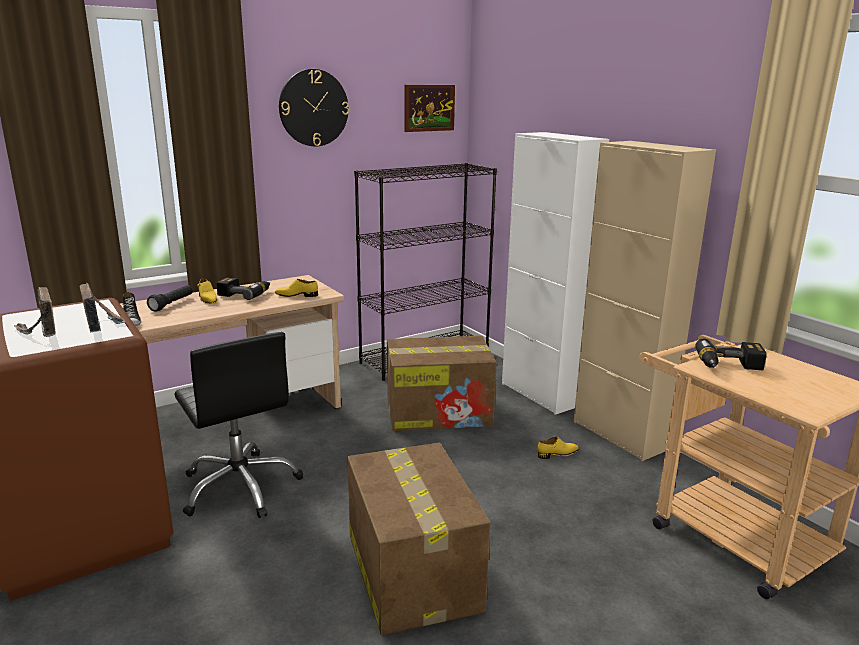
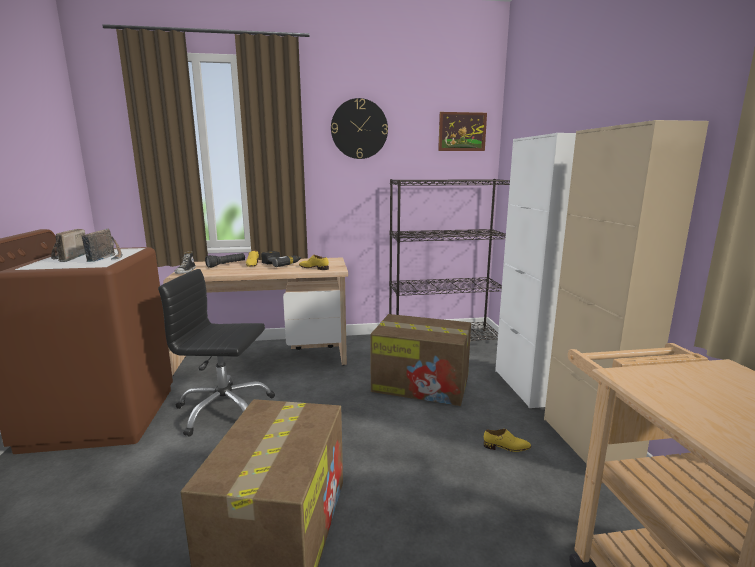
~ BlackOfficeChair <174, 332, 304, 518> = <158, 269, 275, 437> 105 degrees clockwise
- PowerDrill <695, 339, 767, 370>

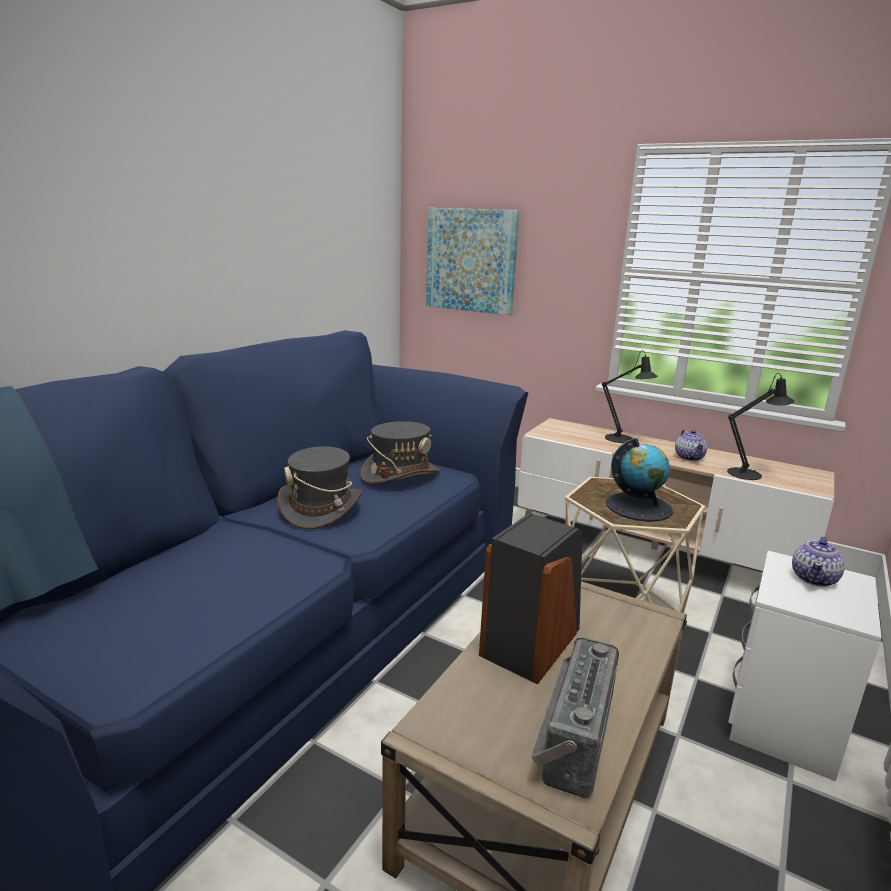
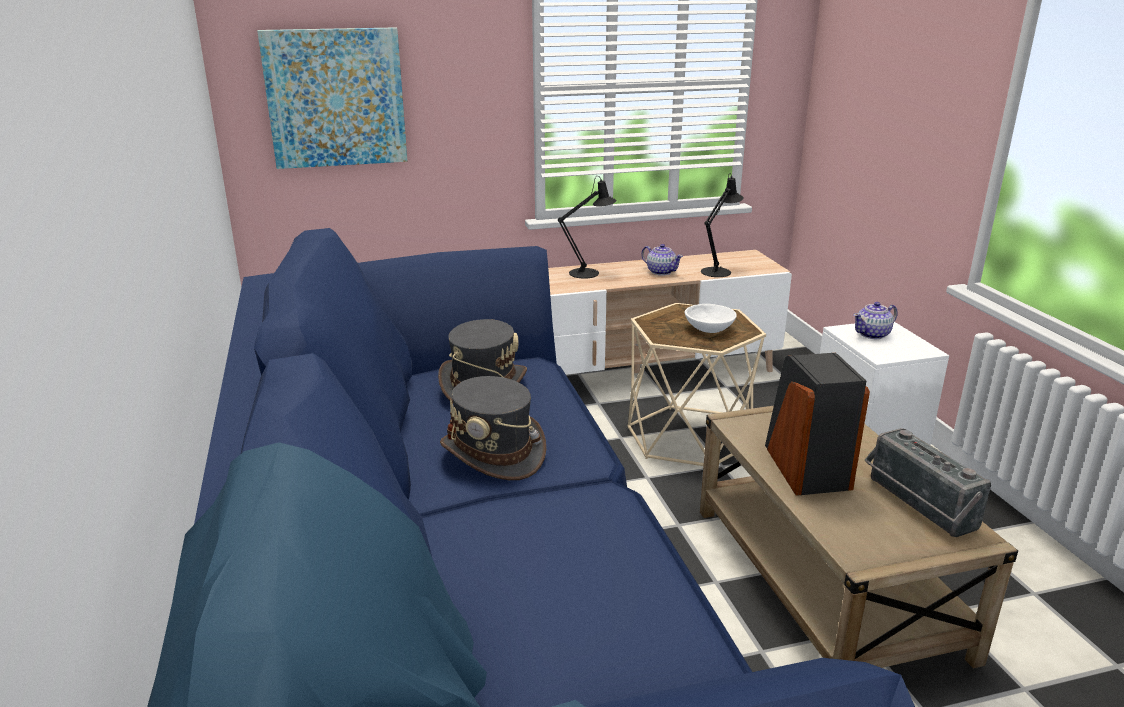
~ Globe <606, 438, 673, 522> to WhiteBowl <685, 304, 737, 333>
~ Teapot <792, 537, 845, 587> = <853, 302, 898, 339> 75 degrees clockwise

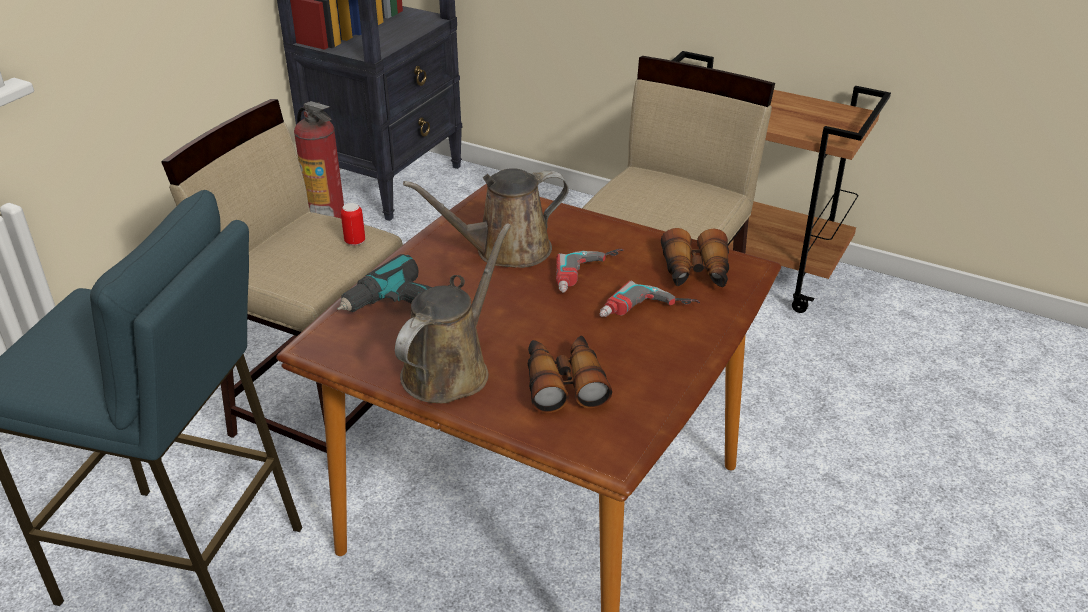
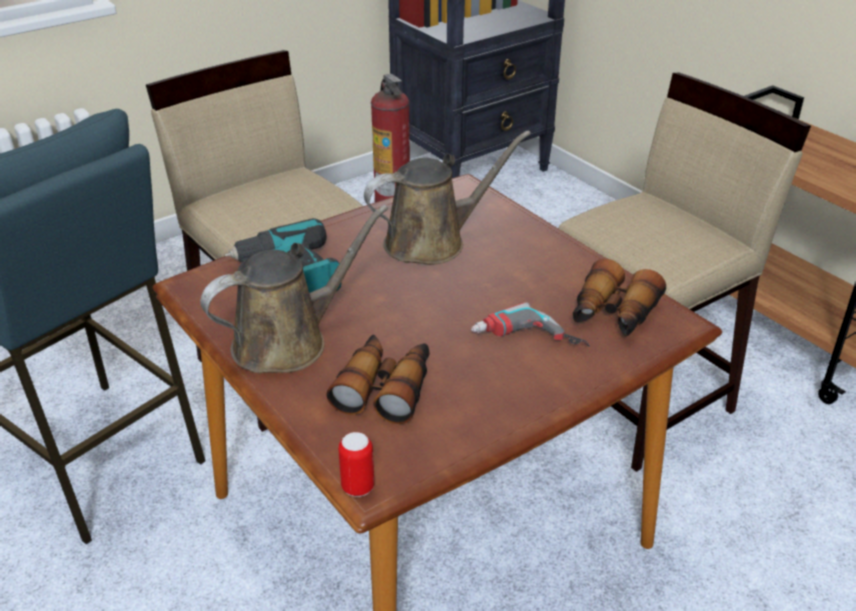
~ BrownWateringCan <403, 168, 569, 268> = <364, 131, 531, 265> 150 degrees clockwise
~ Can <341, 203, 365, 246> to <338, 432, 374, 497>
- PowerDrill <556, 249, 624, 293>

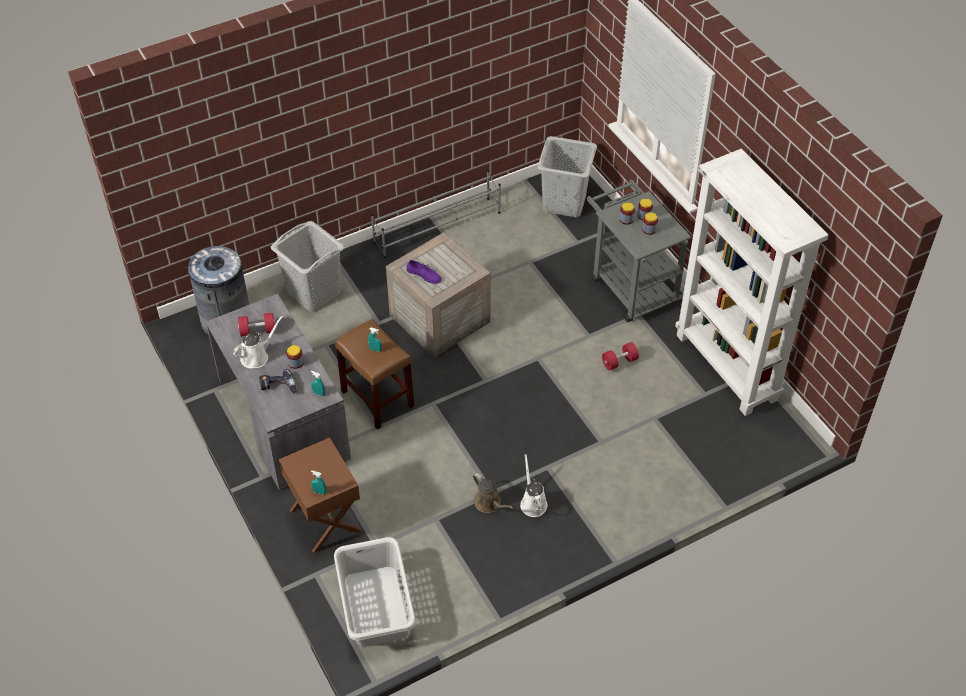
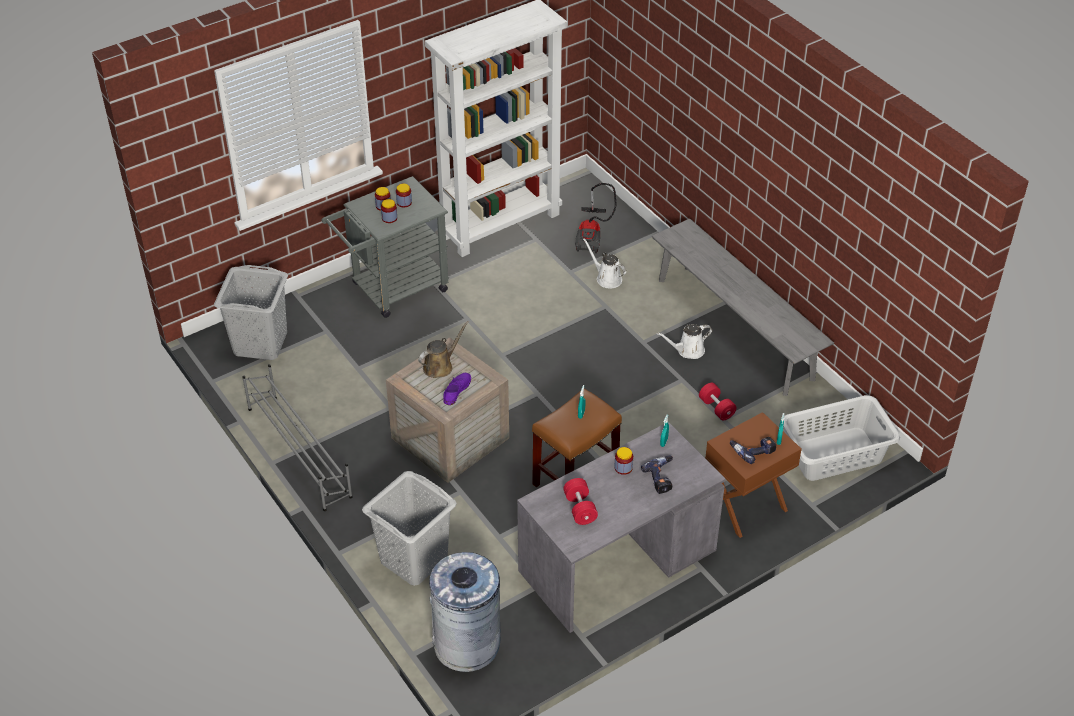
~ WhiteWateringCan <233, 316, 283, 368> to <583, 238, 626, 288>
~ RedDumbbell <602, 342, 639, 370> to <699, 383, 737, 420>
~ BrownWateringCan <473, 473, 513, 513> to <418, 321, 469, 378>
+ VacuumCleaner <575, 183, 617, 253>
+ GreyBench <652, 219, 834, 396>
+ PowerDrill <730, 437, 776, 464>

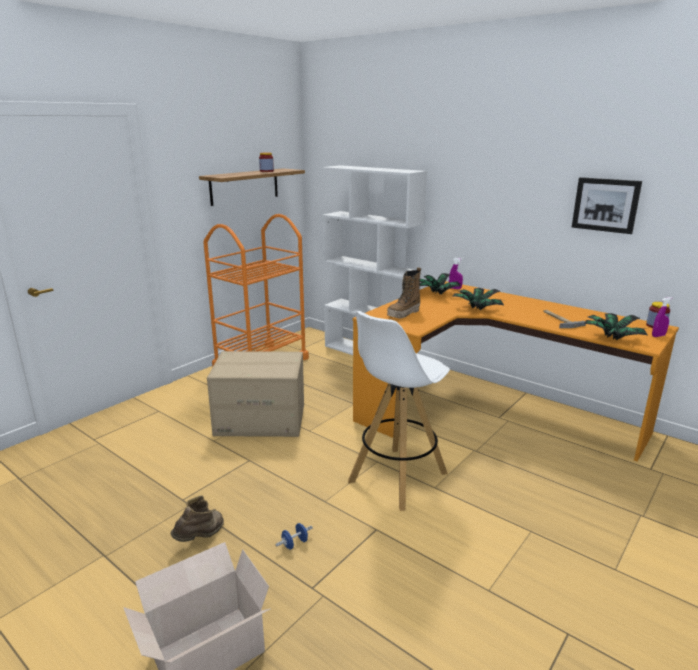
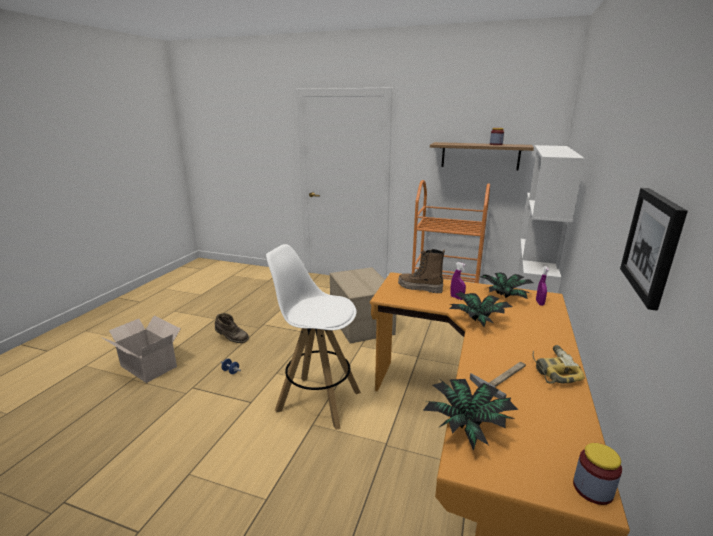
~ PurpleSprayBottle <652, 297, 673, 337> to <450, 262, 466, 300>
+ PowerDrill <532, 345, 585, 384>

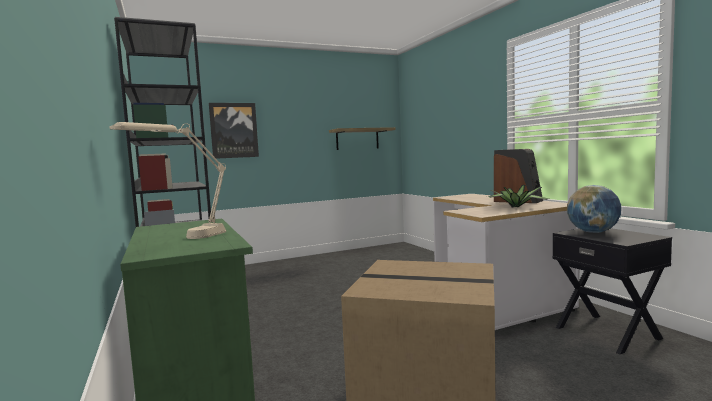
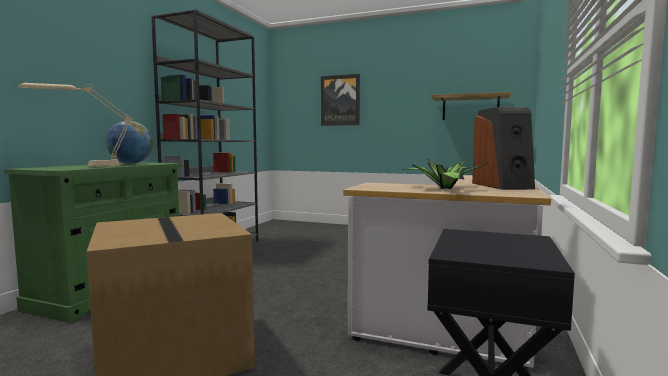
~ Globe <567, 185, 621, 233> to <106, 121, 153, 164>

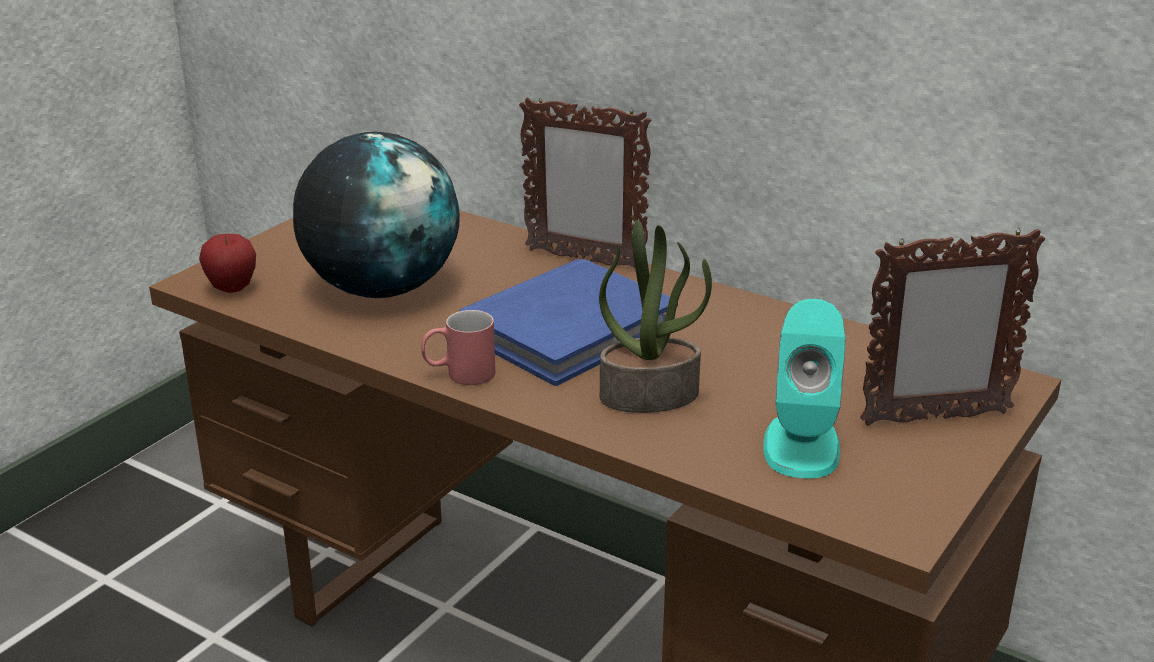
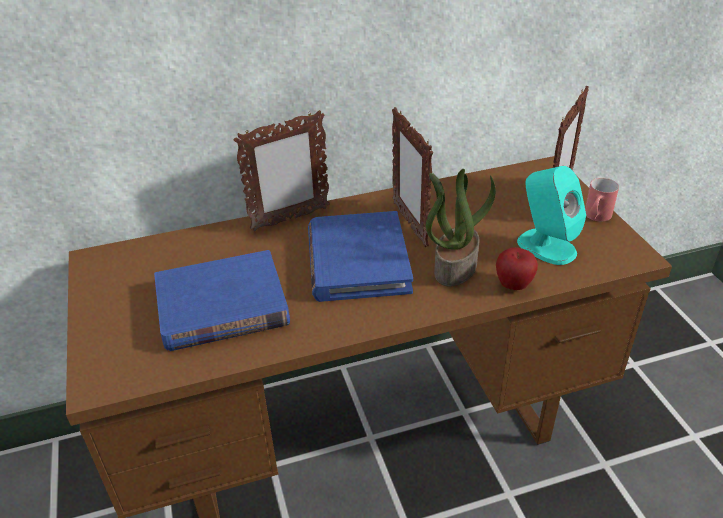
~ Globe <293, 132, 460, 298> to BlueBook <154, 250, 290, 351>
~ Apple <199, 234, 256, 293> to <496, 247, 538, 290>
~ RedMug <421, 310, 495, 385> to <585, 178, 619, 222>
+ PictureFrame <392, 107, 433, 247>

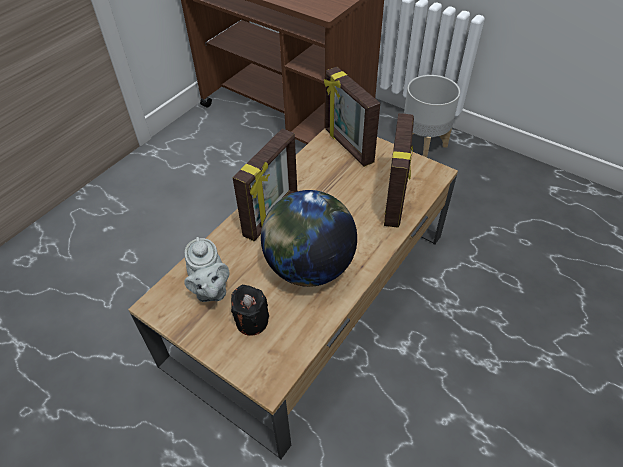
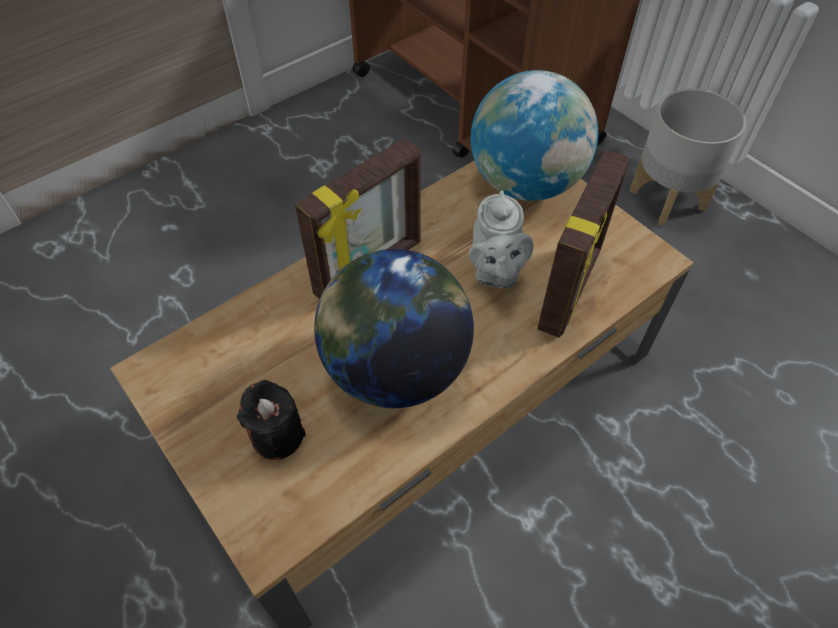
~ PictureFrame <324, 67, 380, 167> to Globe <471, 70, 598, 201>
~ GreyTeapot <184, 237, 229, 302> to <469, 190, 534, 289>

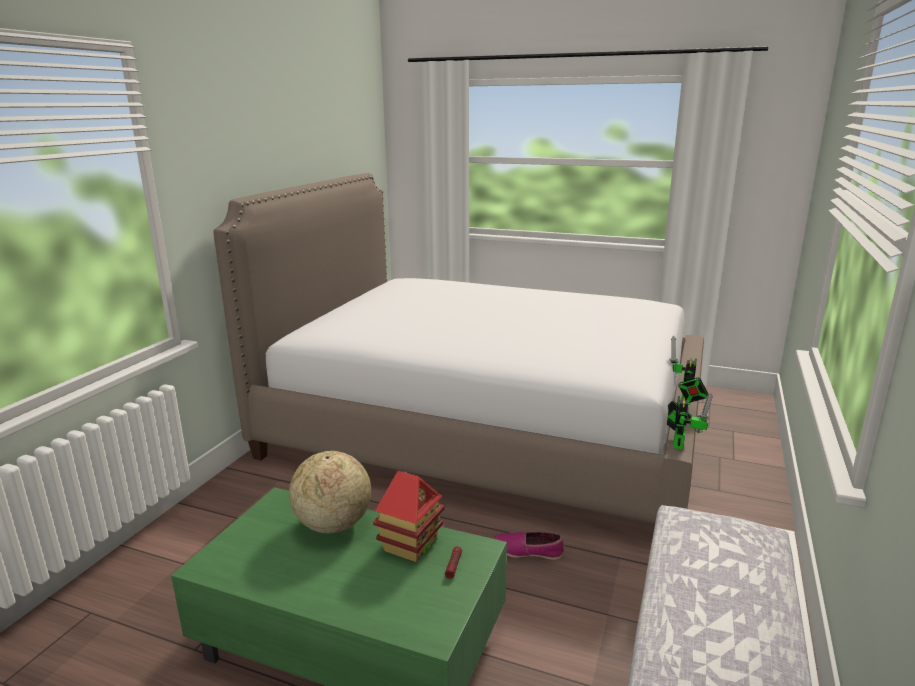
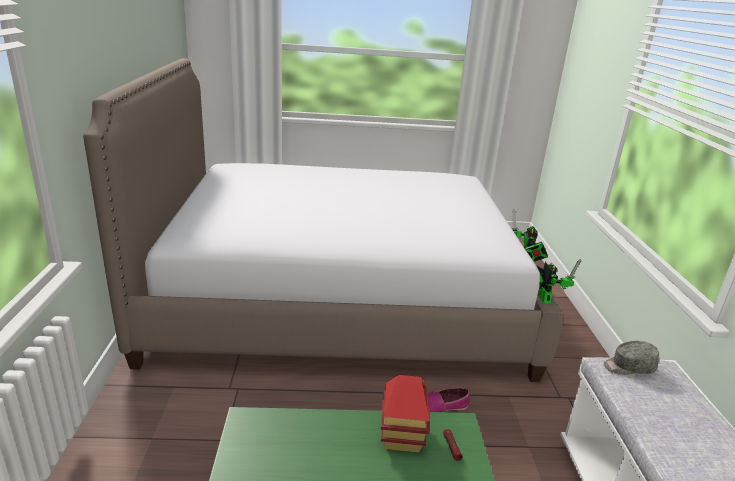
- Globe <289, 451, 371, 533>
+ GreyCap <604, 341, 659, 375>

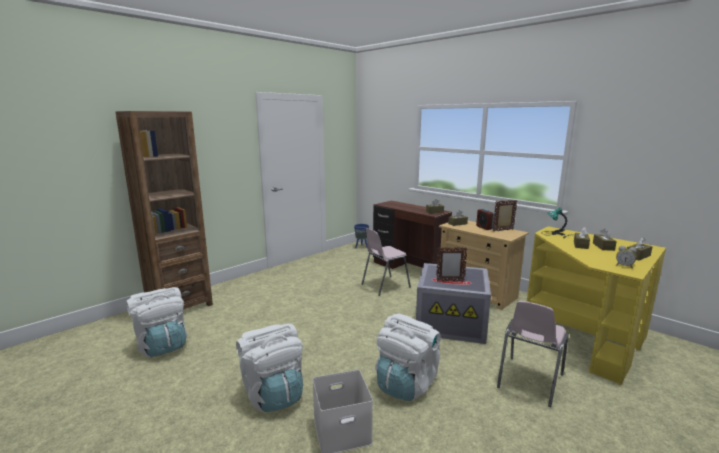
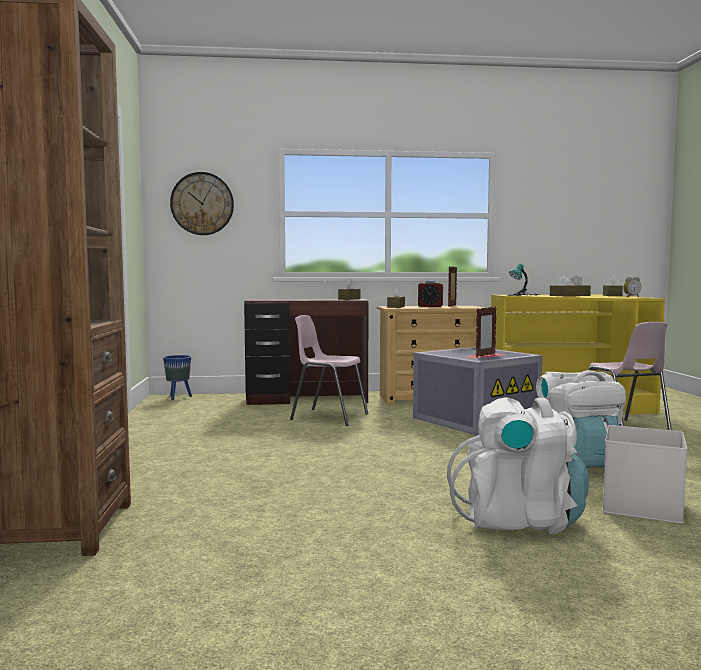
~ PinkChair <361, 228, 411, 296> = <290, 315, 368, 426> 105 degrees clockwise
- WhiteBackpack <126, 287, 187, 357>
+ WallClock <170, 172, 234, 235>

